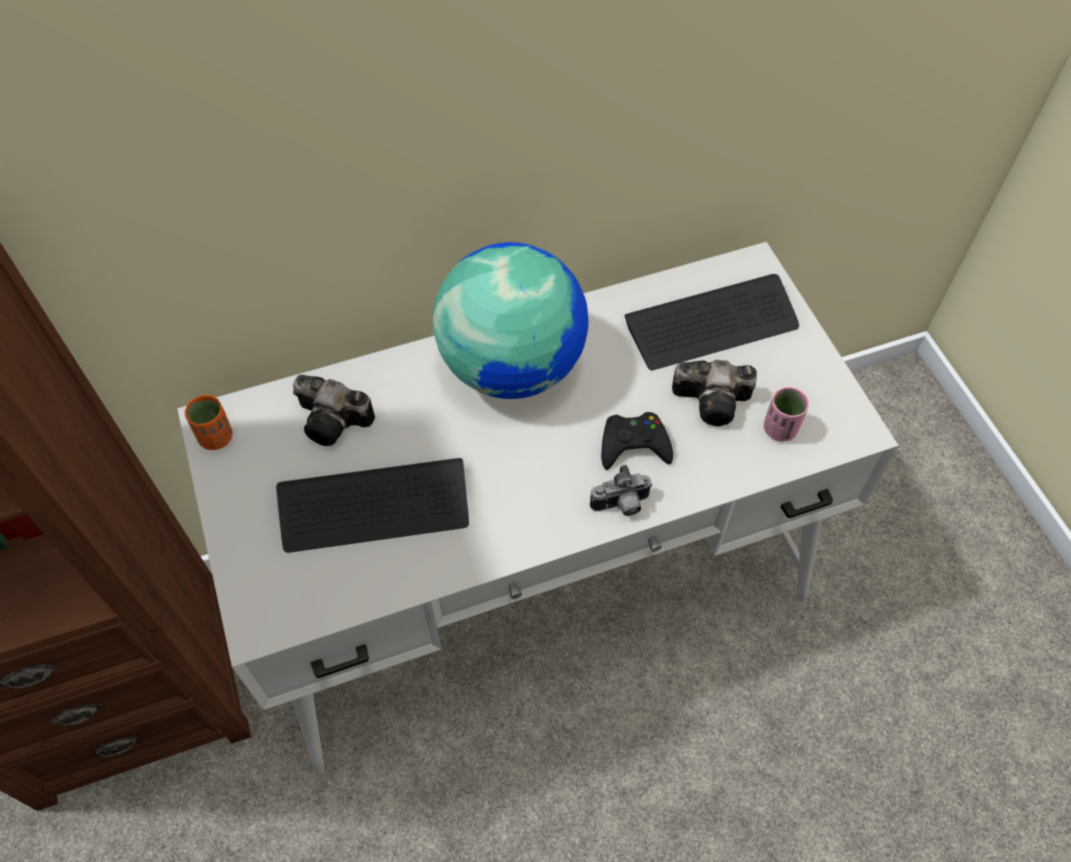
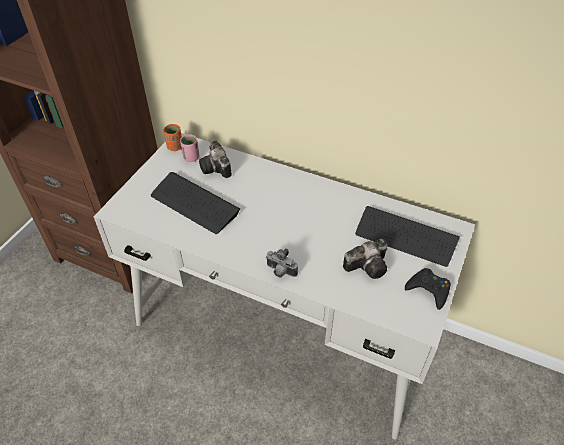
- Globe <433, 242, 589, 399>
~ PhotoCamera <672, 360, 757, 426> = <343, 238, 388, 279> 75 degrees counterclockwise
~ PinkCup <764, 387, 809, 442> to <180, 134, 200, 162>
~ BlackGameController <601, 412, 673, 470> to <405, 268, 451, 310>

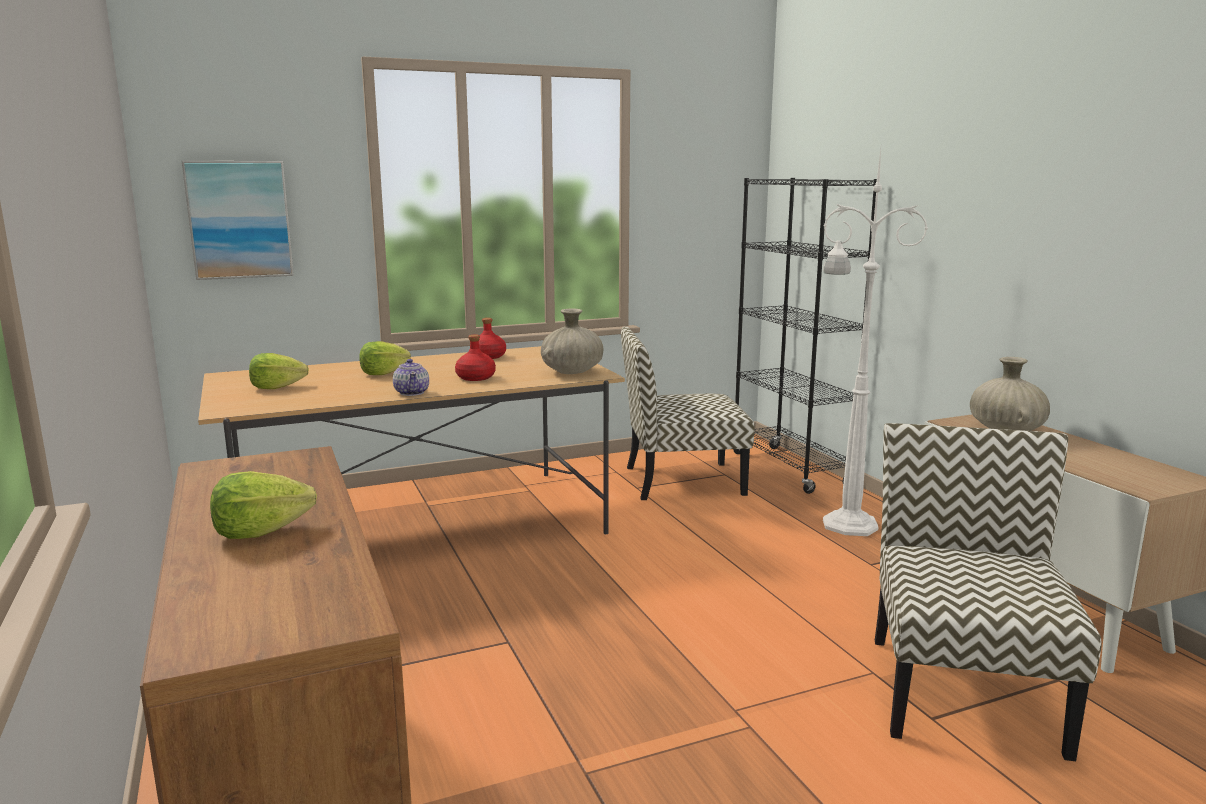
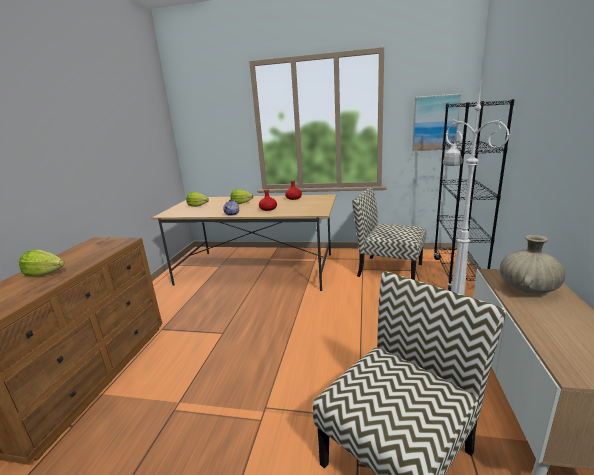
~ Picture <182, 161, 294, 280> to <412, 93, 461, 151>
- BeigeVase <541, 309, 603, 374>

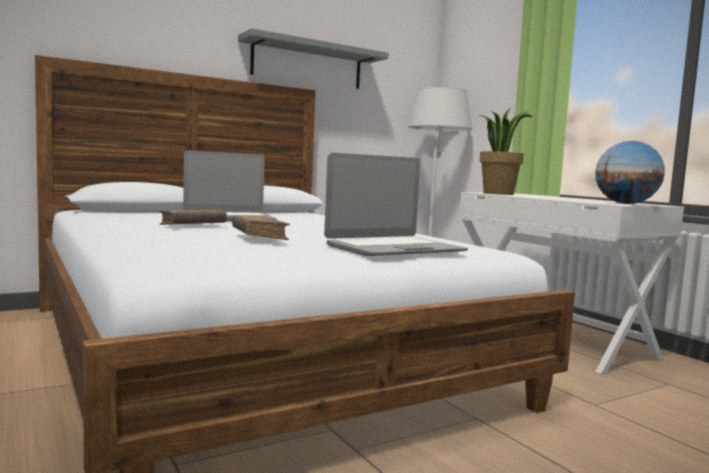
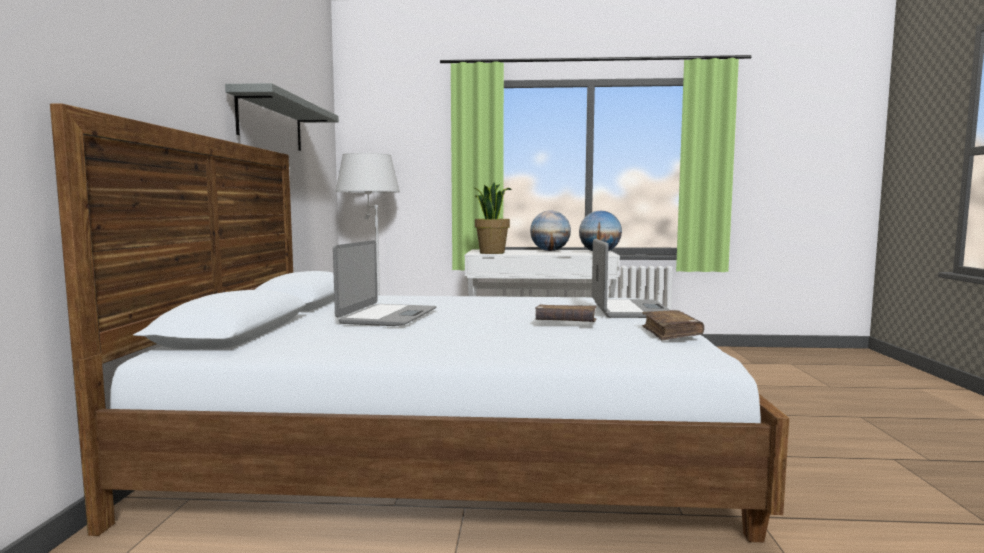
~ BrownBook <159, 210, 227, 225> to <642, 310, 704, 340>
+ Globe <530, 210, 571, 251>

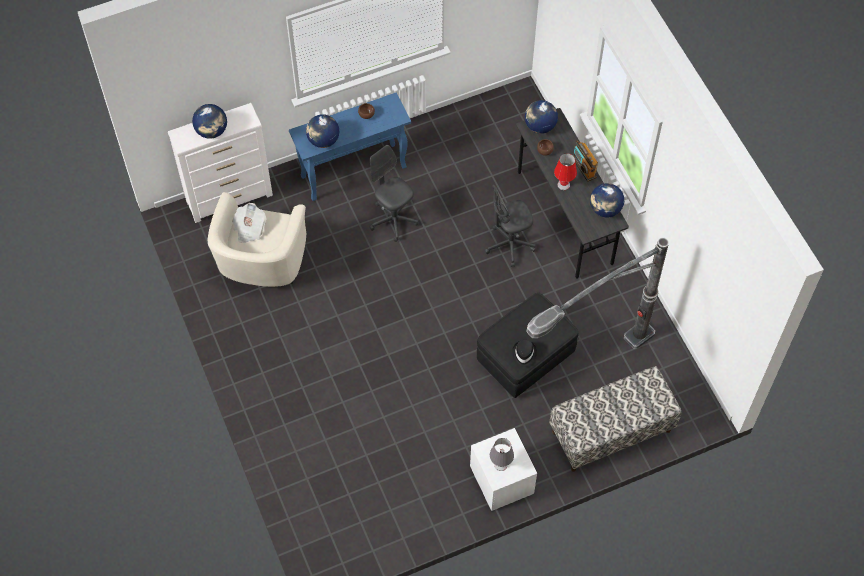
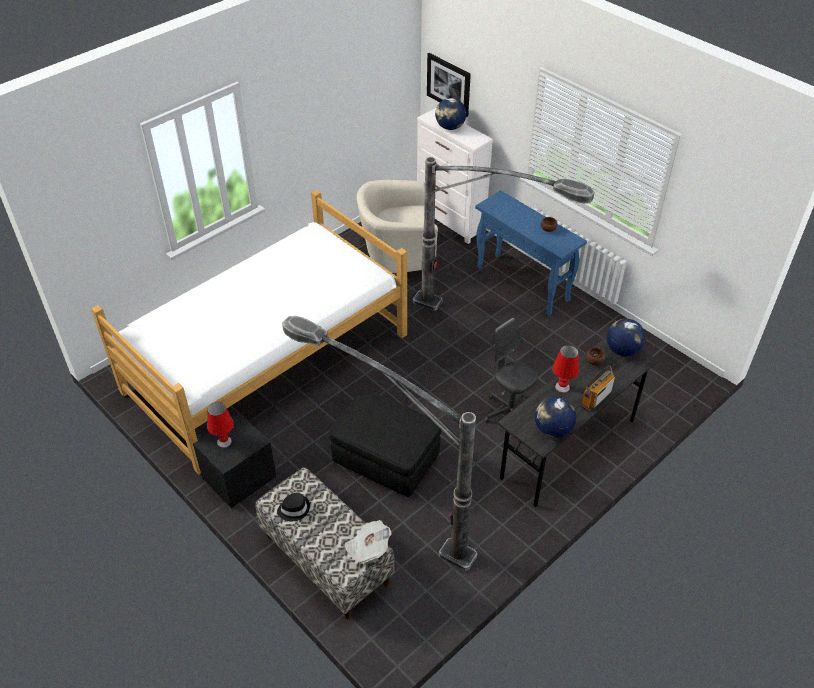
- Globe <306, 114, 339, 148>
~ GreyOfficeChair <369, 145, 419, 242> to FloorLamp <413, 157, 595, 311>
~ Newspaper <232, 203, 266, 243> to <345, 520, 392, 565>
~ BlackHat <512, 340, 537, 367> to <277, 492, 310, 521>
~ WhiteNightstand <470, 428, 537, 511> to BlackNightstand <193, 414, 276, 508>
~ GreyTableLamp <490, 438, 514, 471> to RedTableLamp <207, 402, 234, 448>
+ Picture <427, 53, 471, 117>
+ Bed <91, 190, 407, 474>

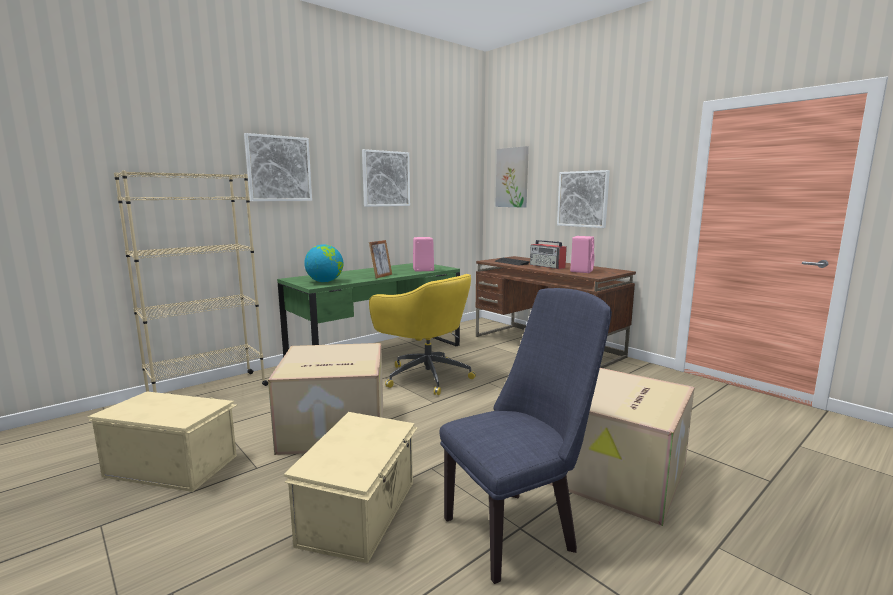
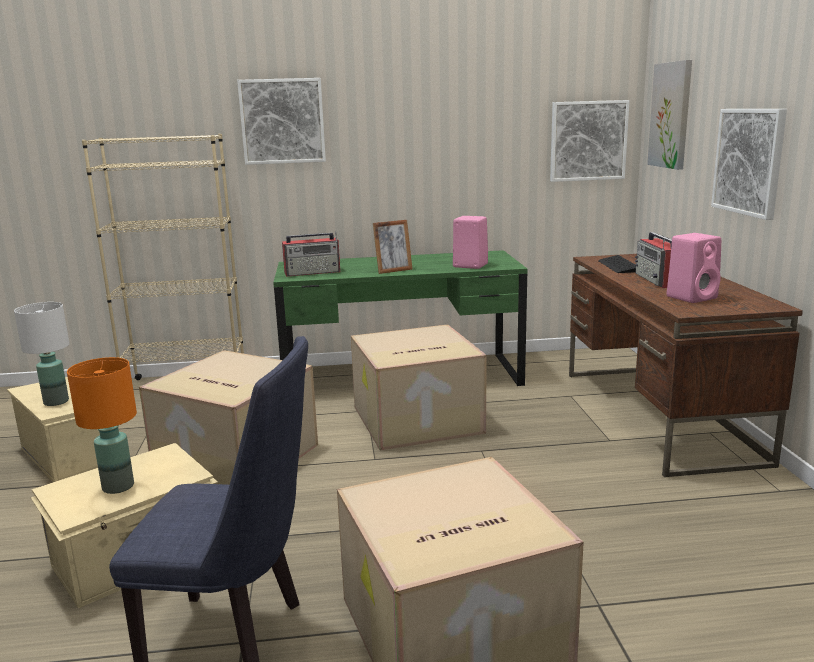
~ Picture <362, 149, 410, 207> to <550, 100, 630, 182>
~ Globe <304, 244, 343, 282> to Radio <282, 232, 340, 277>
~ YellowOfficeChair <369, 274, 476, 395> to CardboardBox <351, 324, 487, 451>
+ WhiteTableLamp <14, 302, 70, 406>
+ OrangeTableLamp <67, 357, 137, 494>

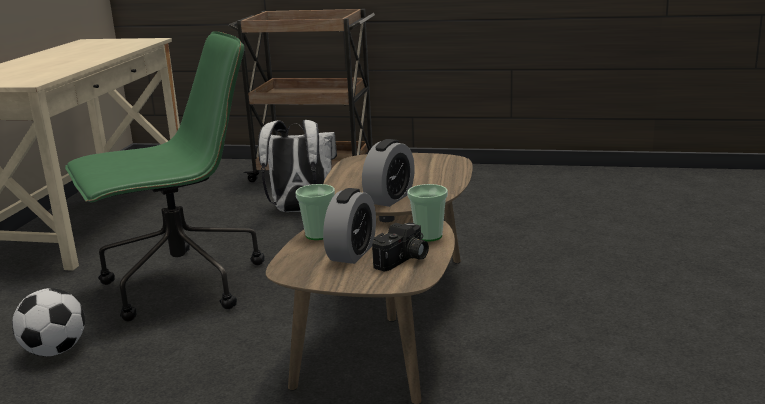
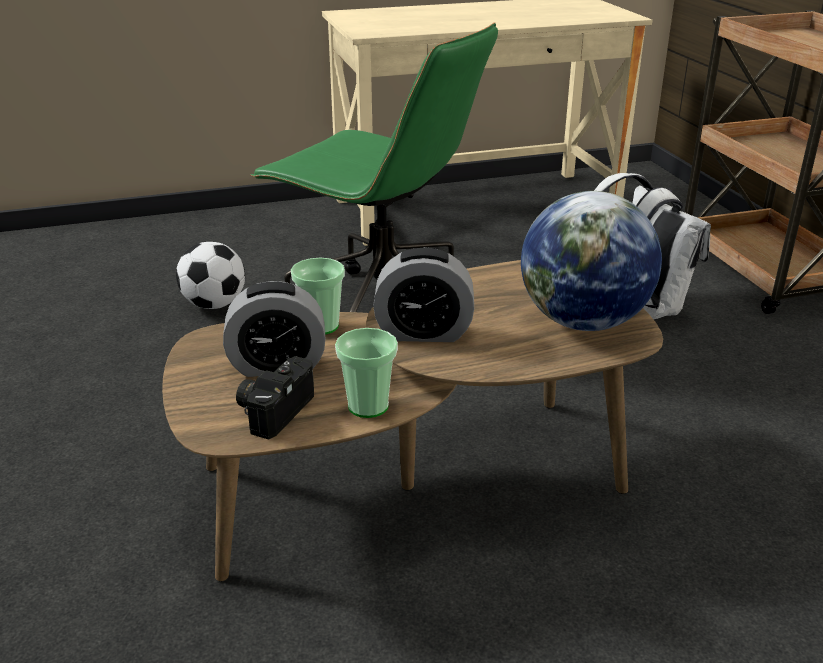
~ PhotoCamera <372, 223, 429, 272> = <236, 356, 314, 440> 105 degrees clockwise
+ Globe <521, 191, 662, 331>

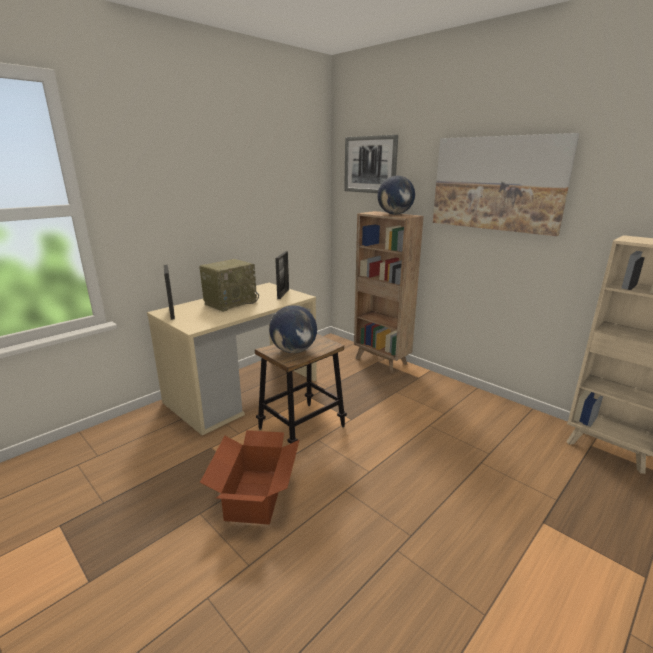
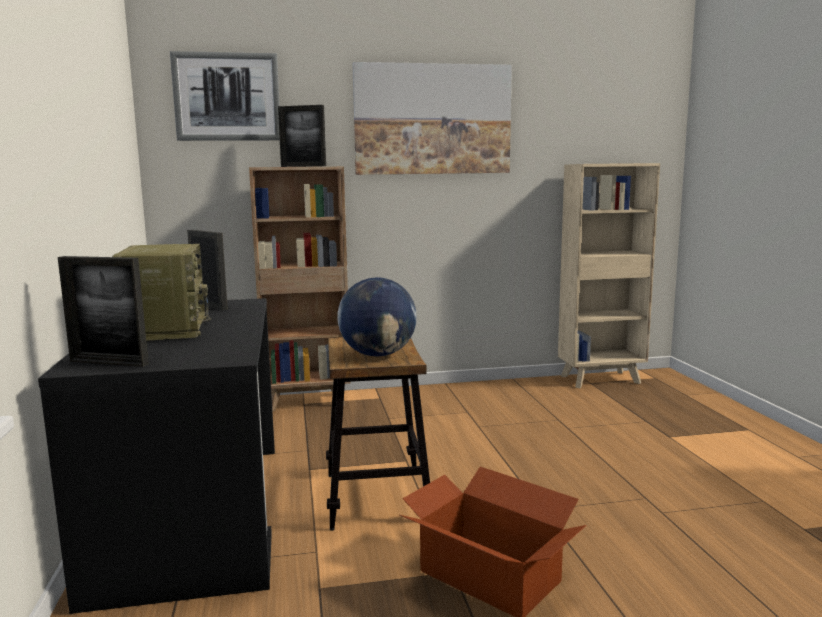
~ Globe <377, 176, 415, 215> to PictureFrame <278, 105, 326, 167>
~ BeigeDesk <147, 283, 317, 436> to BlackDesk <38, 298, 275, 614>

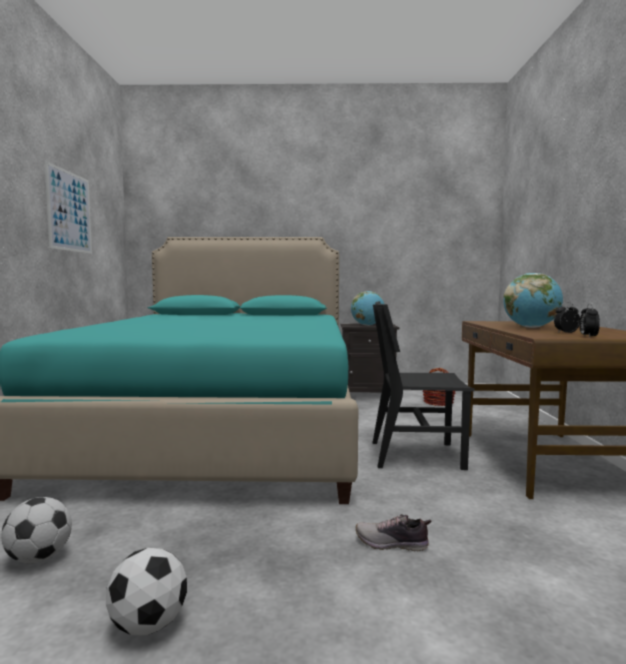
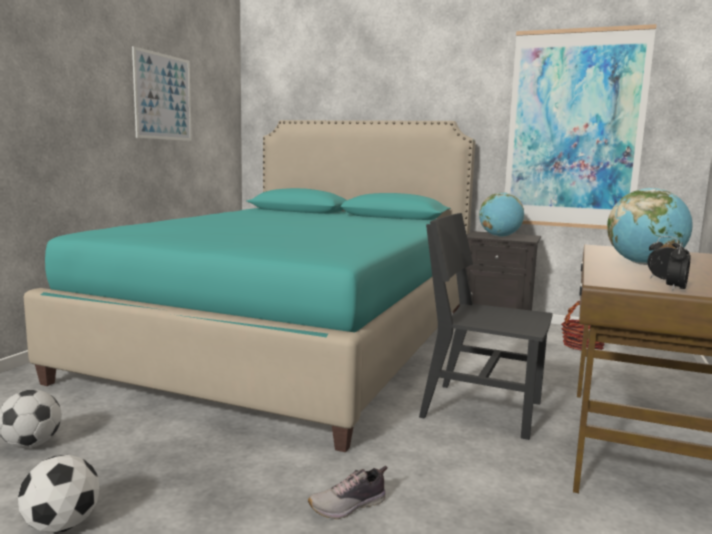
~ Shoe <356, 514, 431, 551> = <308, 466, 388, 519> 60 degrees counterclockwise
+ Picture <505, 24, 657, 229>

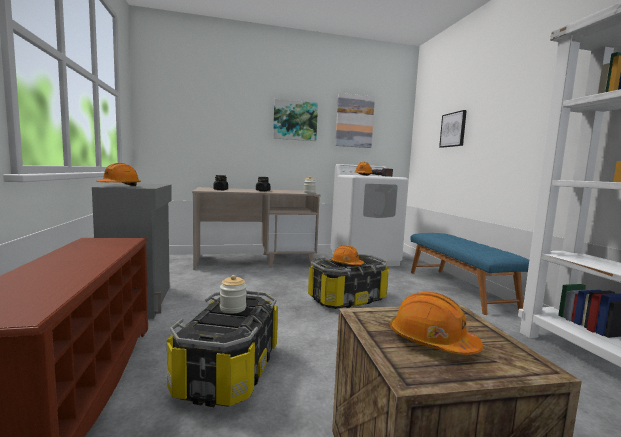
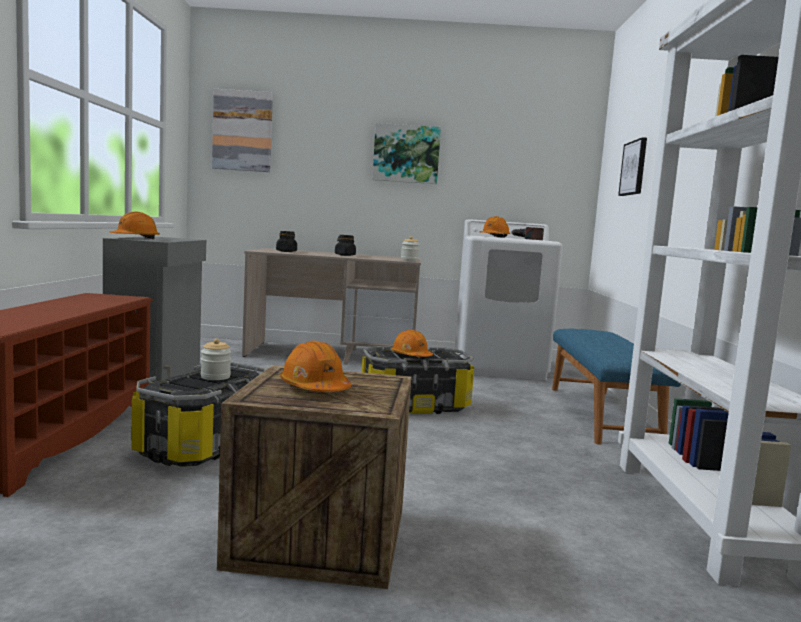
~ Picture <335, 93, 375, 148> to <212, 89, 273, 172>

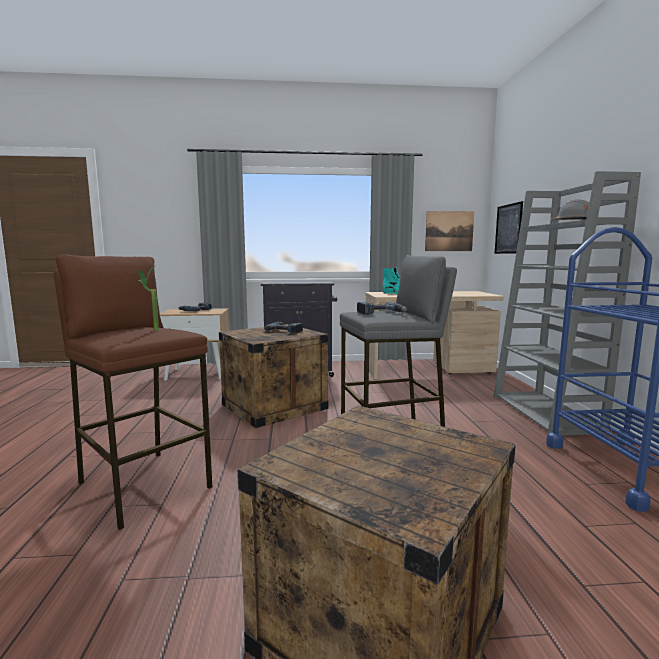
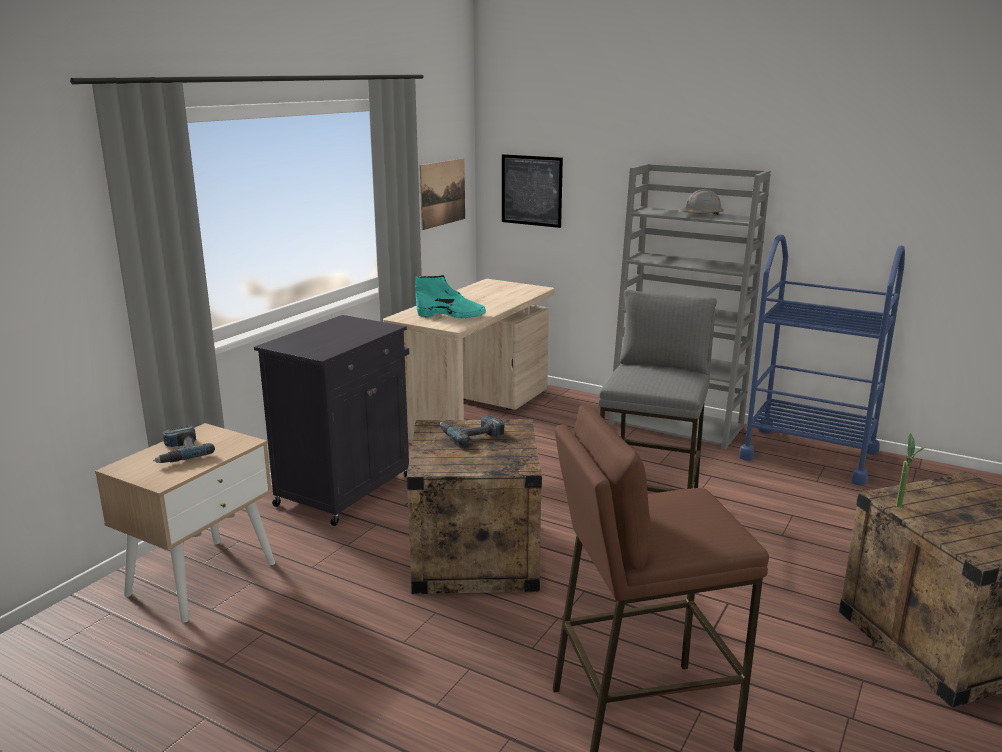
~ PottedPlant <137, 265, 159, 331> to <896, 433, 927, 508>
- PowerDrill <357, 302, 407, 315>

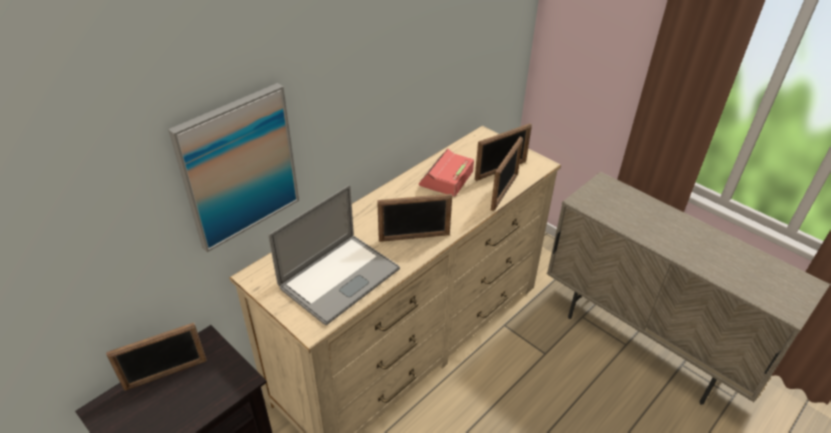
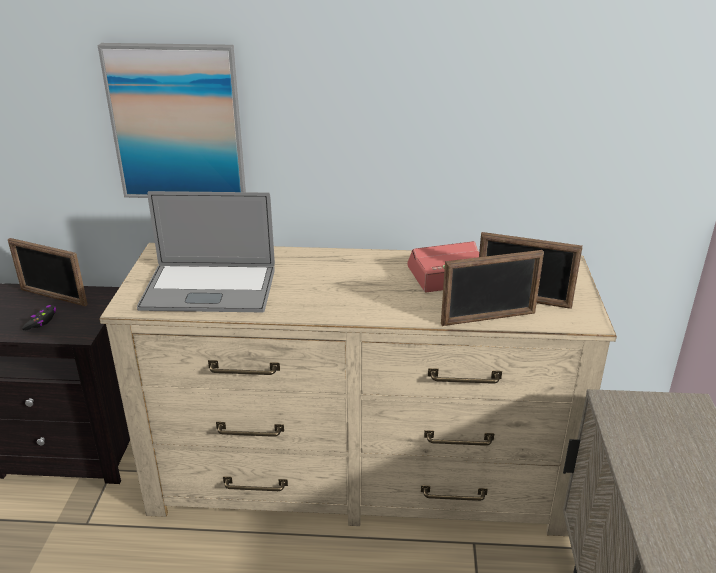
- PictureFrame <377, 194, 452, 242>
+ BlackGameController <22, 305, 56, 330>

